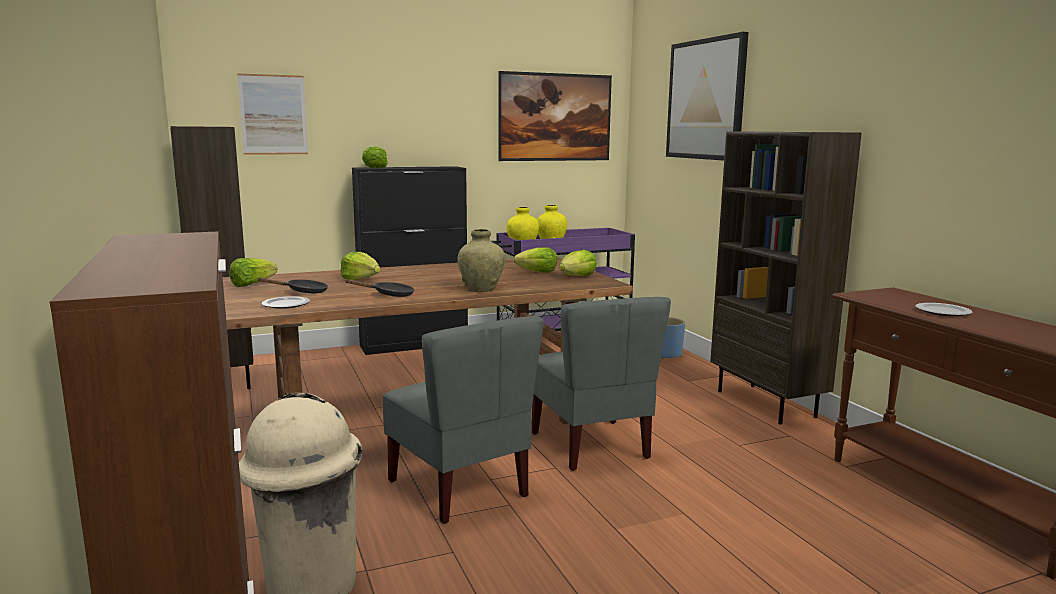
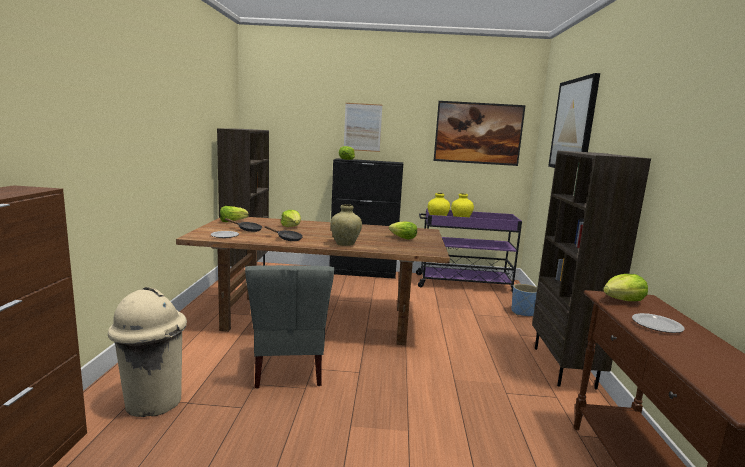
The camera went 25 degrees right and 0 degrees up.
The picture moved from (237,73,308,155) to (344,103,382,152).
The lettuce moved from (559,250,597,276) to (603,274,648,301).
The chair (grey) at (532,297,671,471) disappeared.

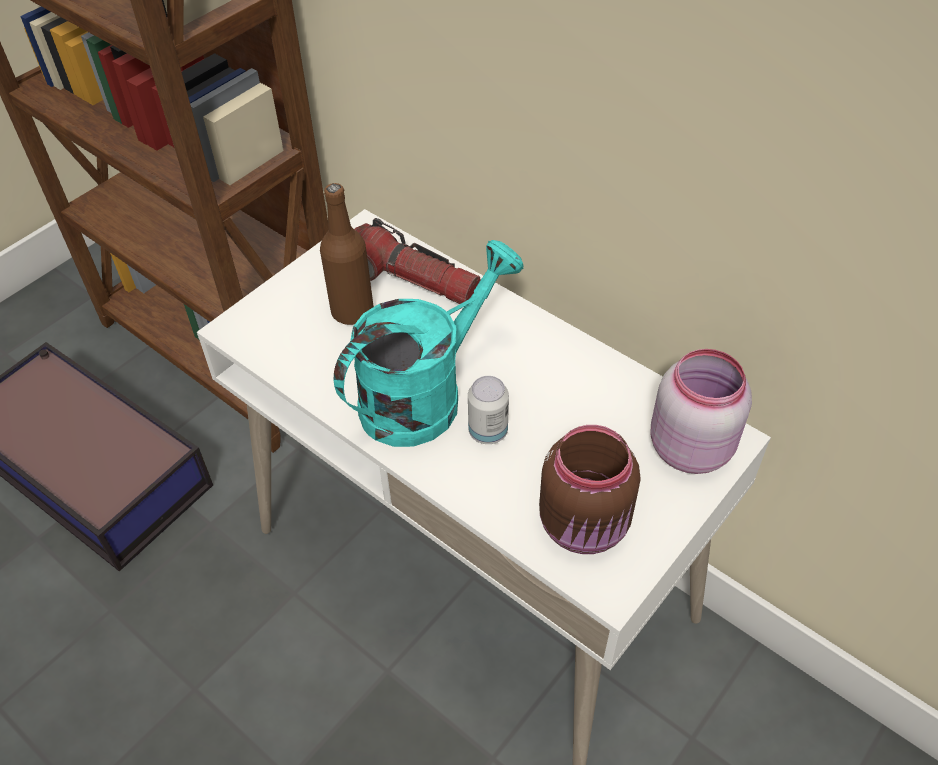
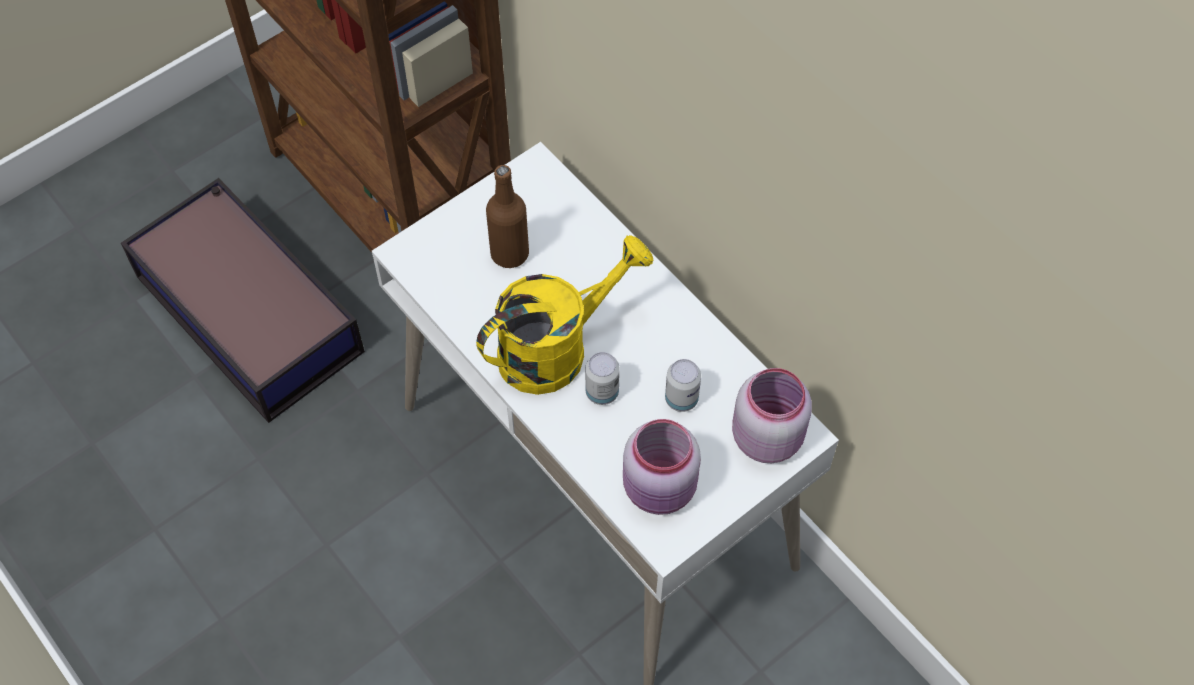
The camera went 10 degrees right and 10 degrees up.
The flashlight at (354,218,481,304) disappeared.
The watering can (turquoise) at (333,240,524,447) became the watering can (yellow) at (476,235,654,395).
The jar (brown) at (539,425,641,554) became the jar (pink) at (623,419,701,515).
The can at (665,359,701,412) appeared.

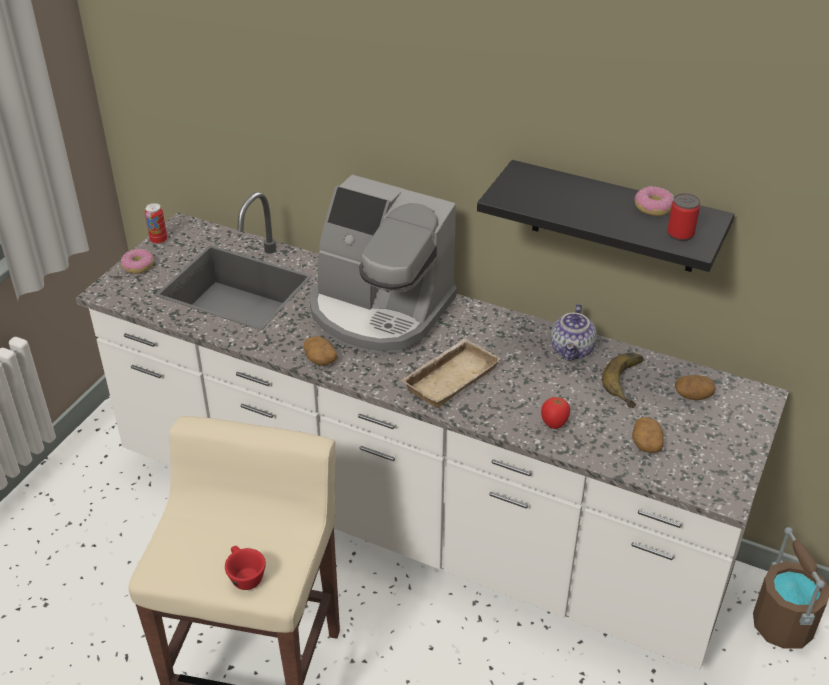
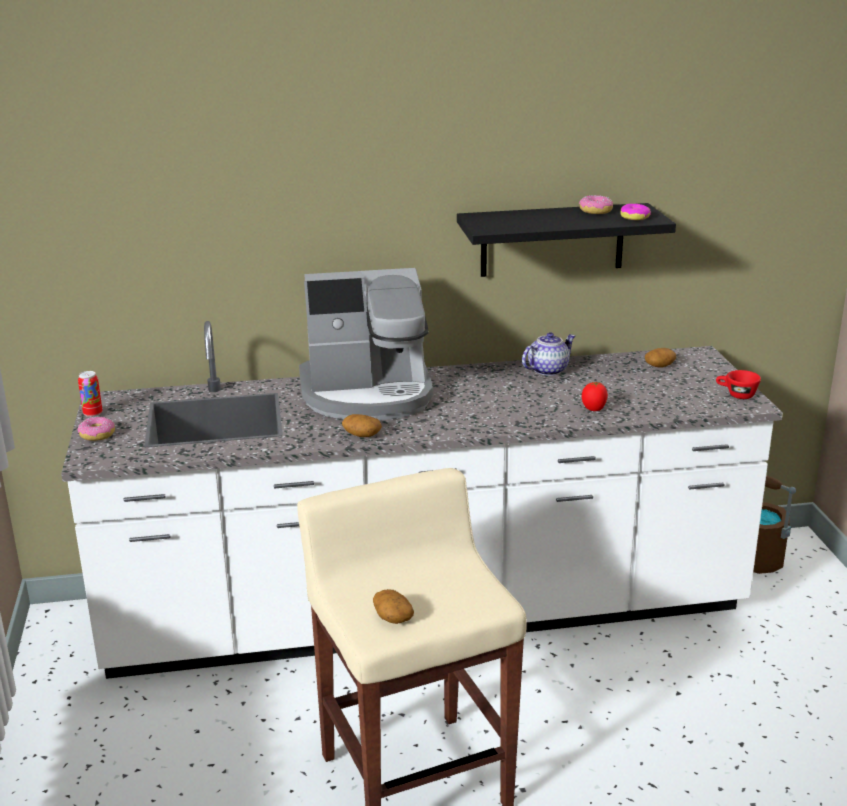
The camera went 35 degrees left and 15 degrees down.
The can at (667,193,700,241) was replaced by the donut at (620,204,651,220).
The teapot at (551,303,597,361) turned 105 degrees counterclockwise.
The tray (beige) at (401,338,501,408) disappeared.
The banana at (602,353,644,408) disappeared.
The potato moved from (632,417,664,453) to (373,589,414,624).
The cup (red) moved from (225,546,266,590) to (716,370,761,399).

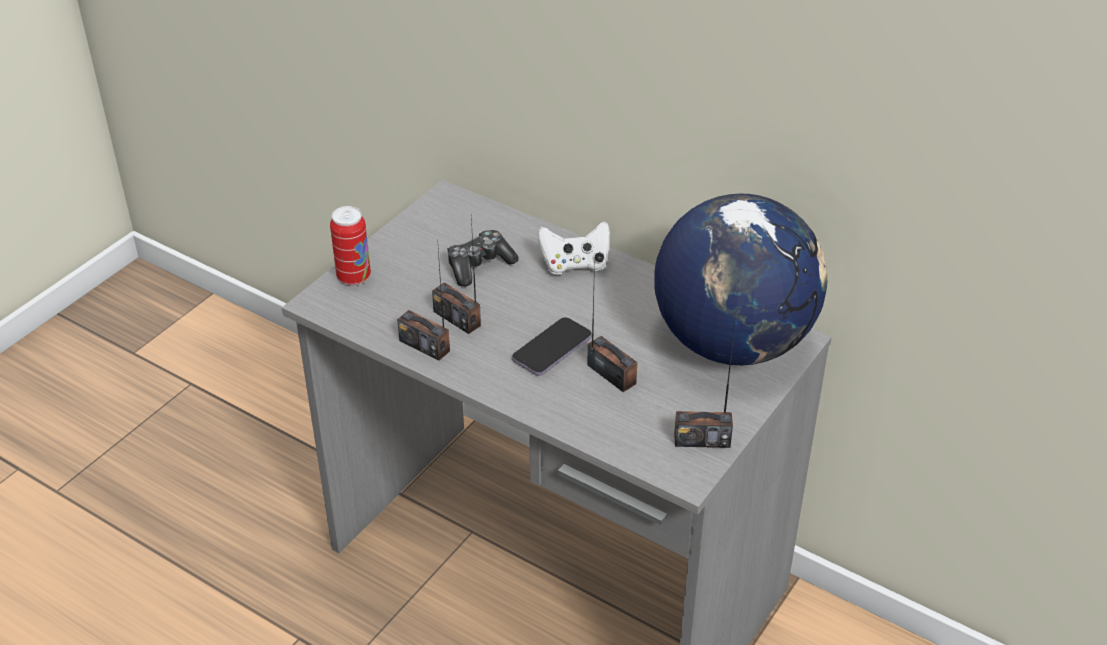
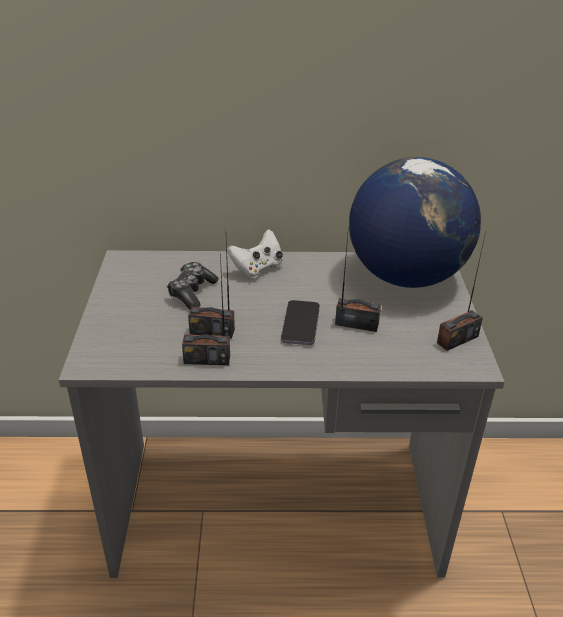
The camera went 35 degrees left and 5 degrees down.
The can at (330,206,371,286) disappeared.

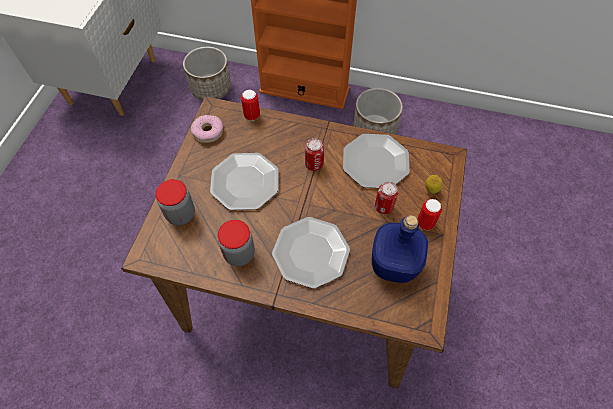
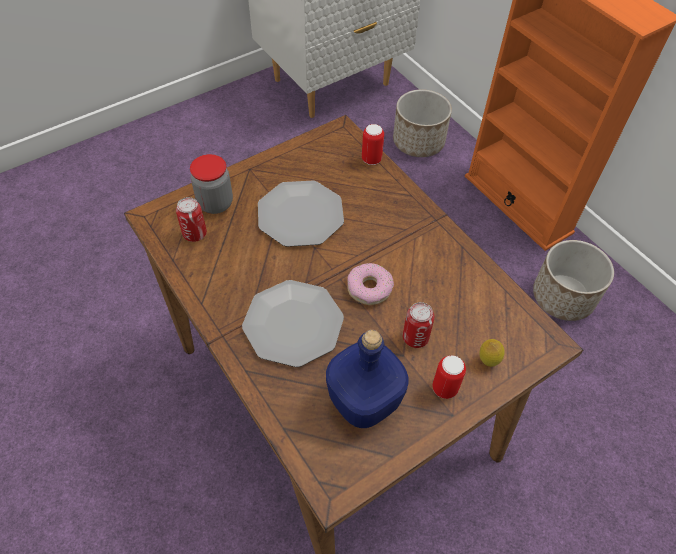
The camera went 40 degrees right and 5 degrees down.
The donut moved from (191,115,223,143) to (347,263,394,305).
The plate at (343,134,410,188) disappeared.
The can moved from (305,138,324,171) to (176,197,207,242).
The jar at (218,220,255,266) disappeared.

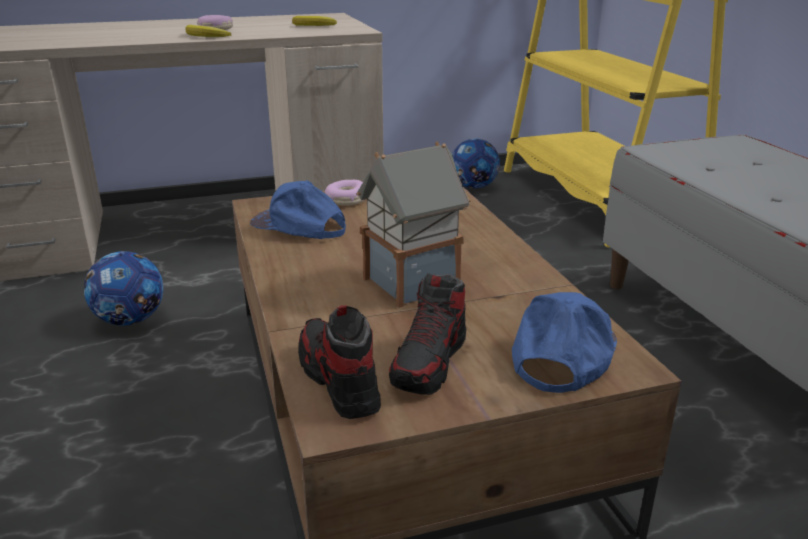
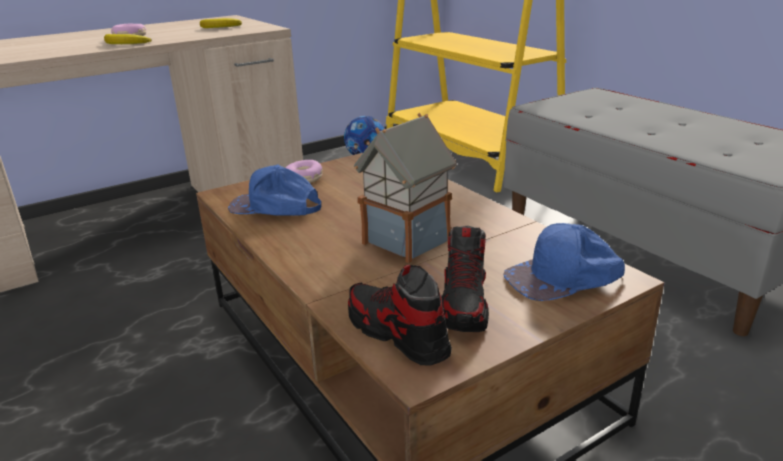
The camera went 15 degrees left and 0 degrees up.
The football at (84,251,163,326) disappeared.
The cap (blue) at (512,292,617,393) turned 120 degrees counterclockwise.

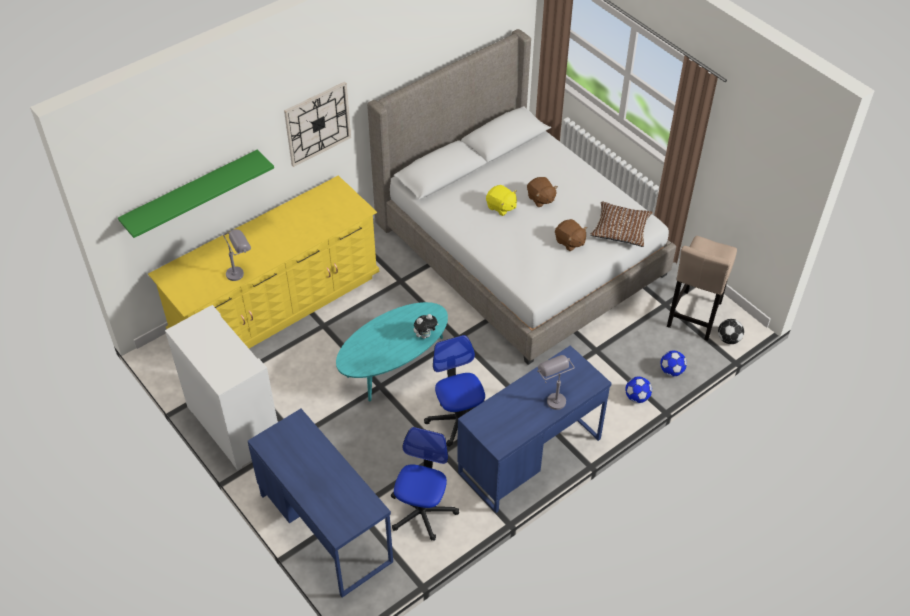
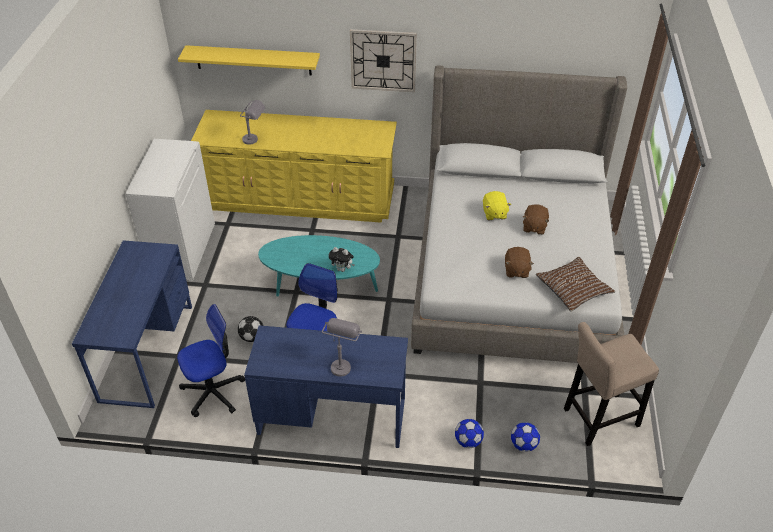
The camera went 45 degrees right and 5 degrees down.
The shelf (green) at (118,150,274,238) became the shelf (yellow) at (178,45,320,76).
The football moved from (718,319,744,344) to (238,316,263,342).

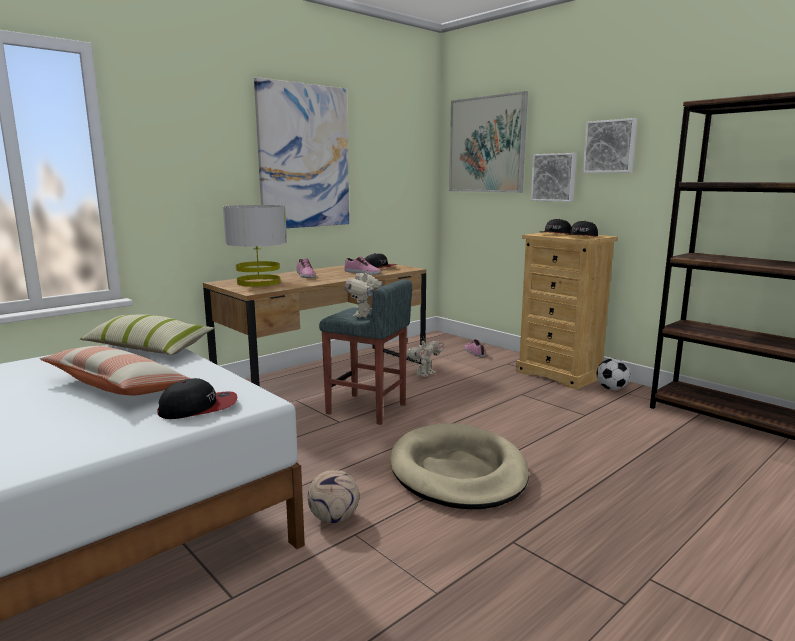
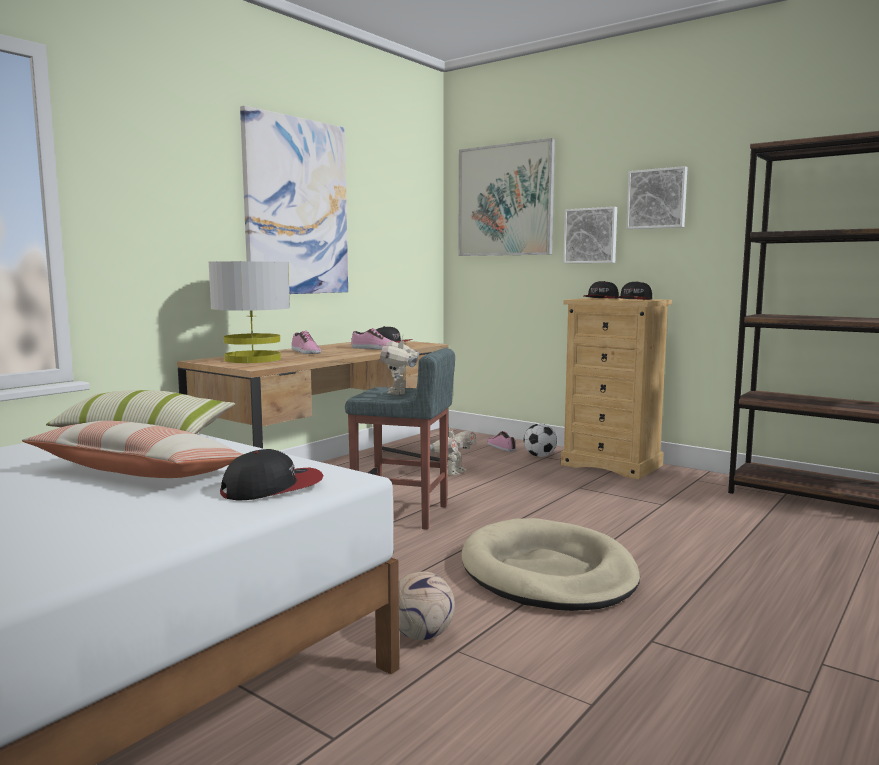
The camera went 10 degrees left and 5 degrees down.
The football moved from (597,358,630,390) to (524,424,557,457).

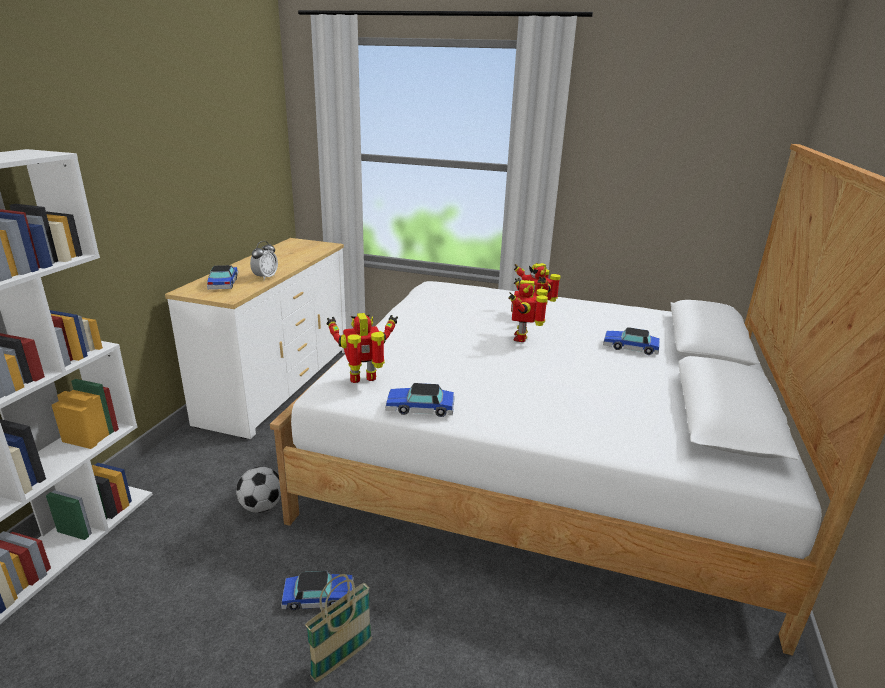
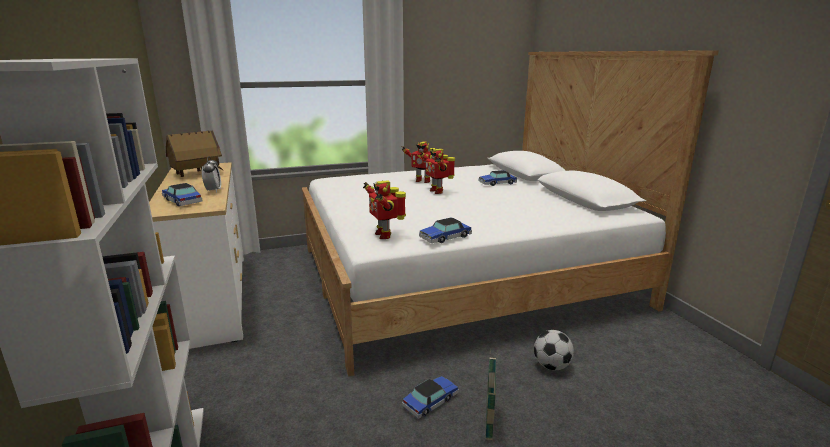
The camera went 35 degrees left and 5 degrees down.
The toy robot at (326,313,398,383) turned 60 degrees counterclockwise.
The football moved from (236,467,281,513) to (534,330,574,370).
The toy house at (166,131,223,177) appeared.

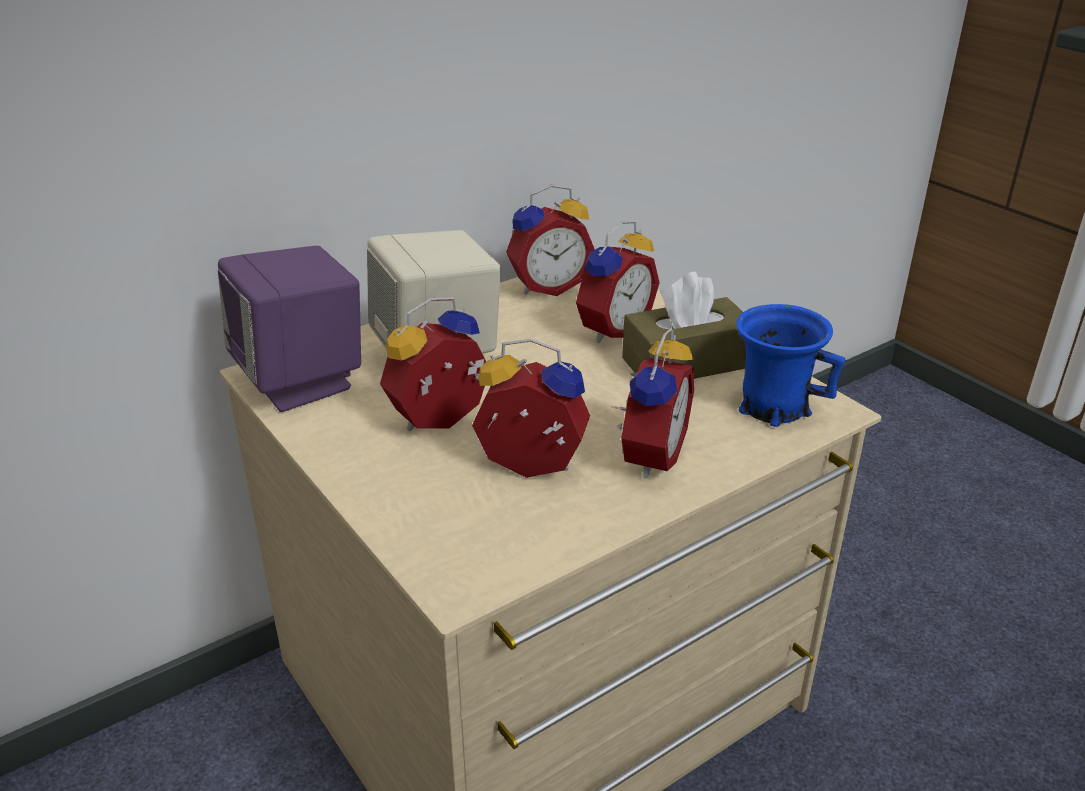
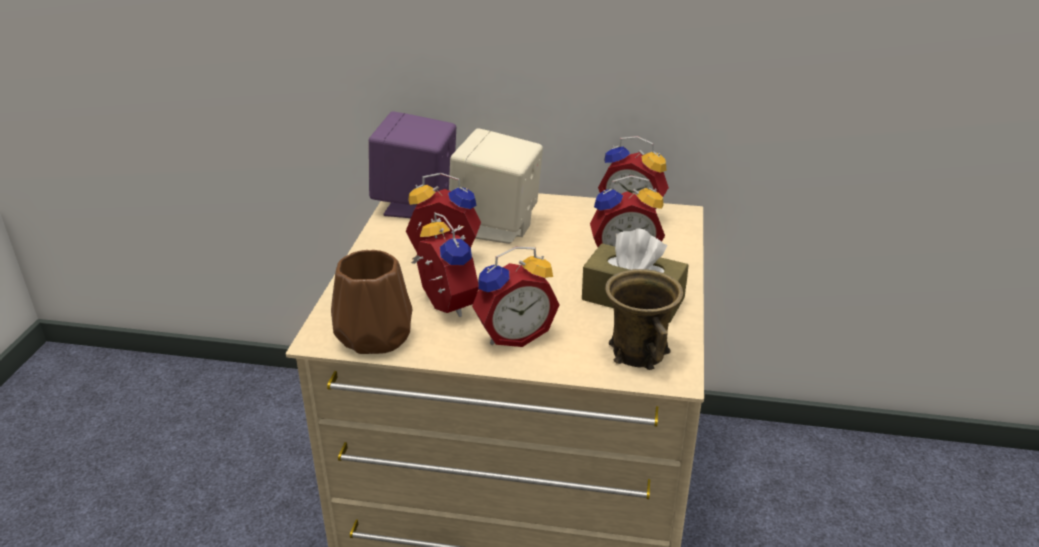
The camera went 45 degrees right and 0 degrees up.
The mug (blue) at (736,304,845,427) became the mug (brown) at (605,269,683,370).
The vase (brown) at (331,250,412,354) appeared.

